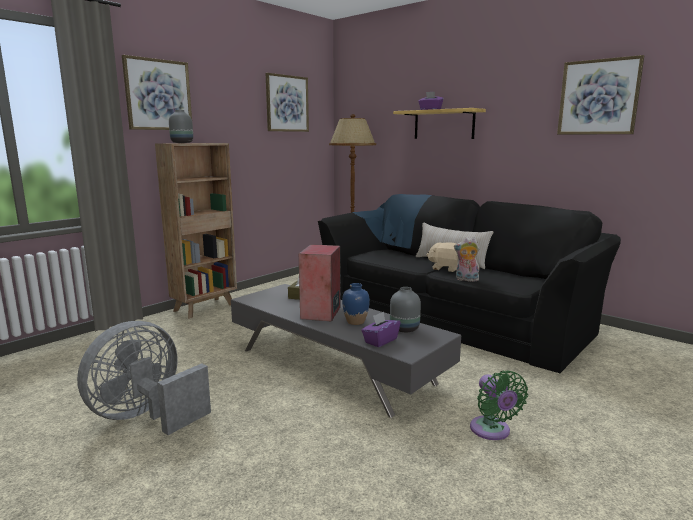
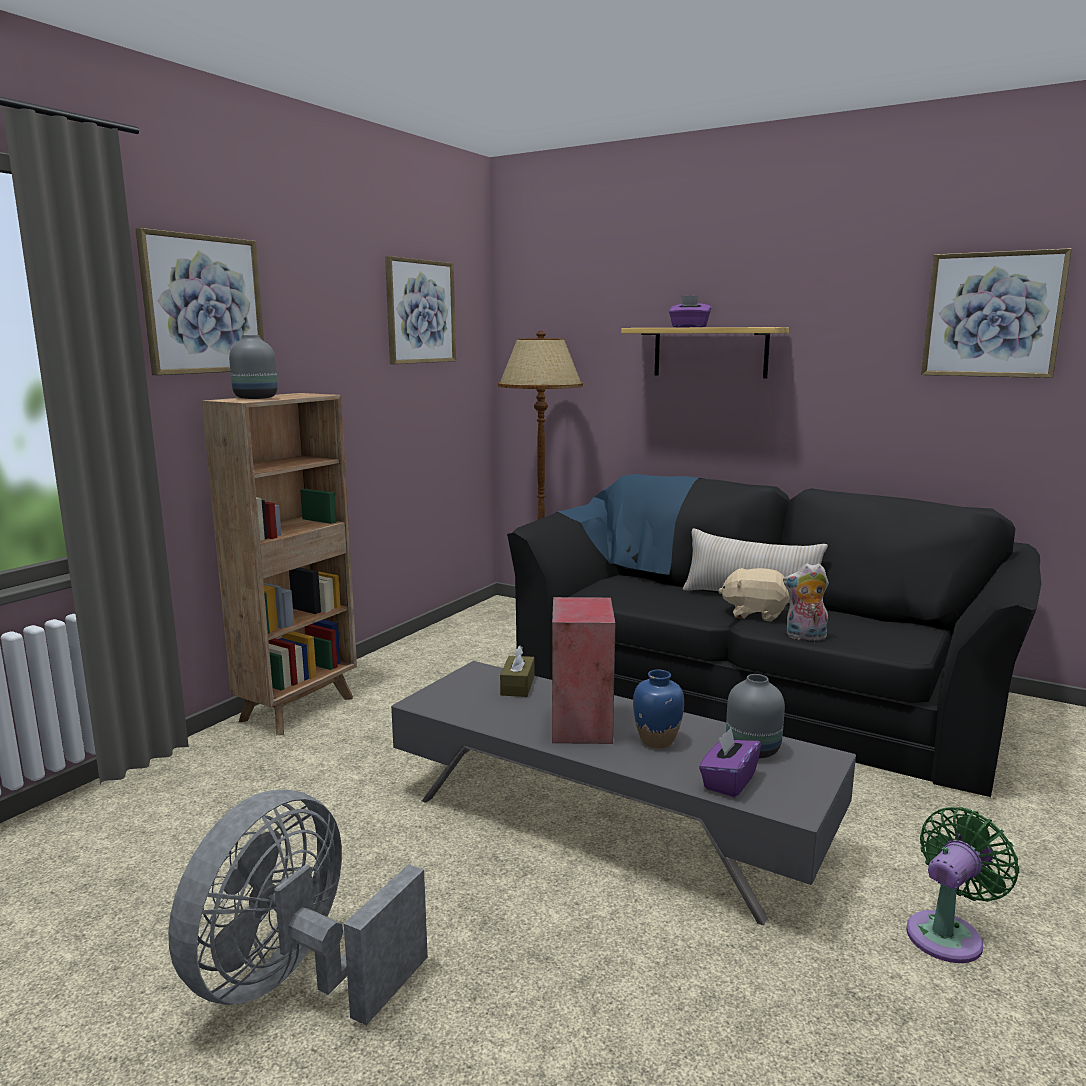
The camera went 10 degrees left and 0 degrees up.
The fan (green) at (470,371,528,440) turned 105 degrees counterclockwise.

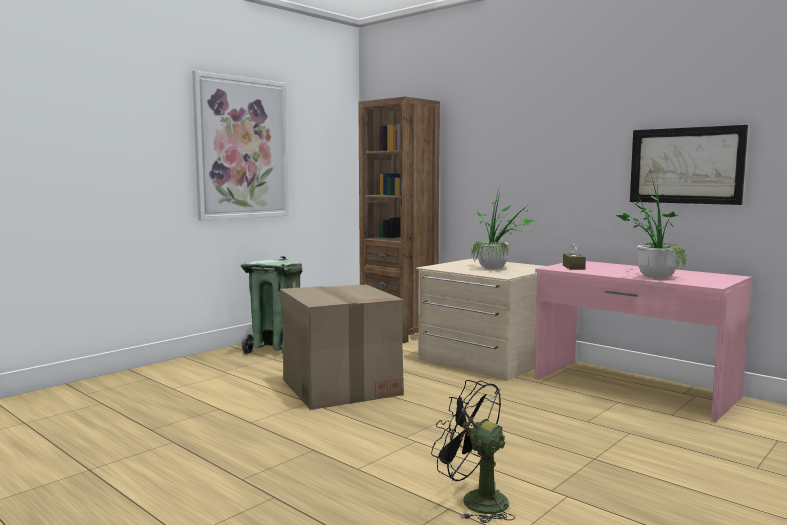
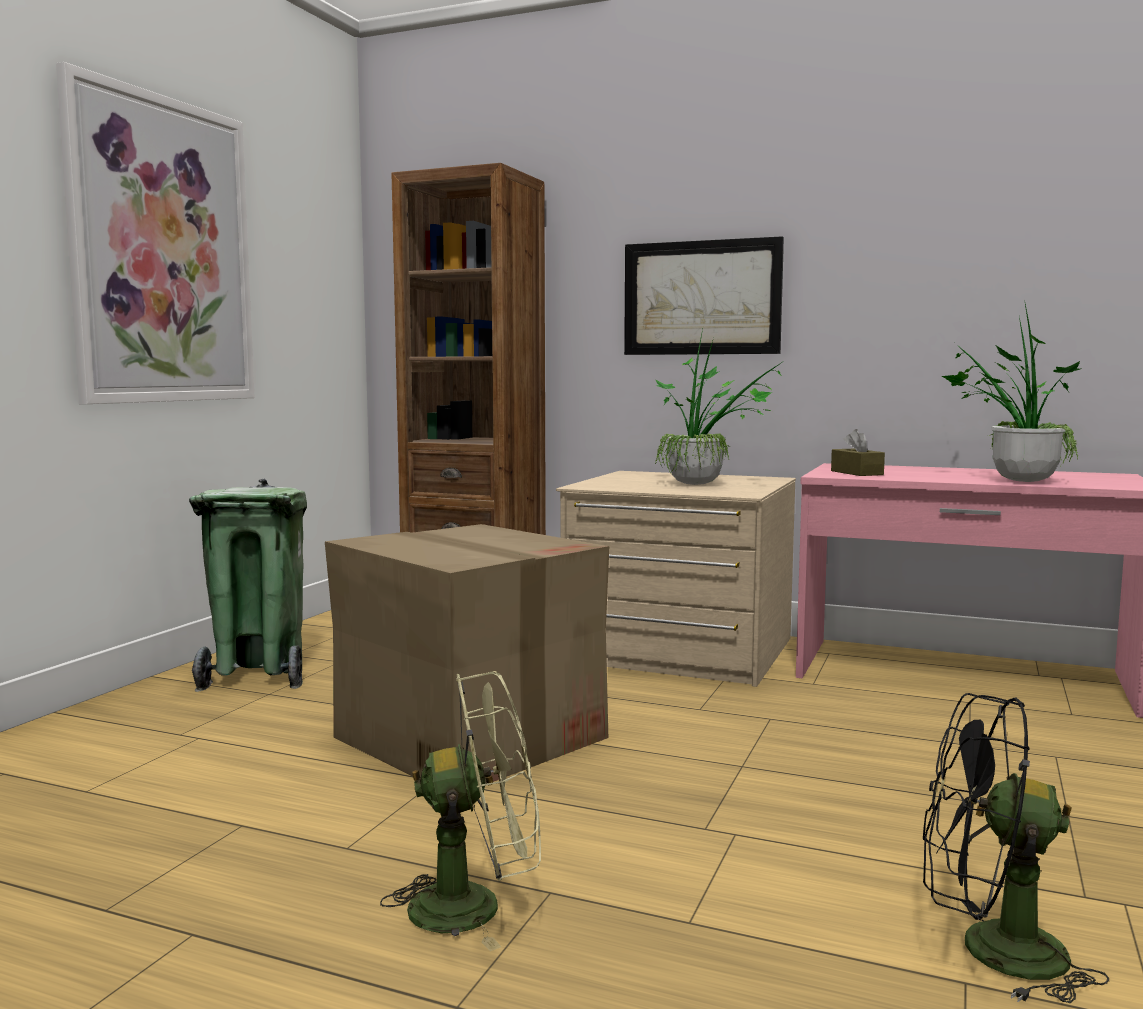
The camera went 20 degrees left and 0 degrees up.
The picture moved from (630,125,748,205) to (624,236,784,355).
The fan (green) at (380,671,541,951) appeared.

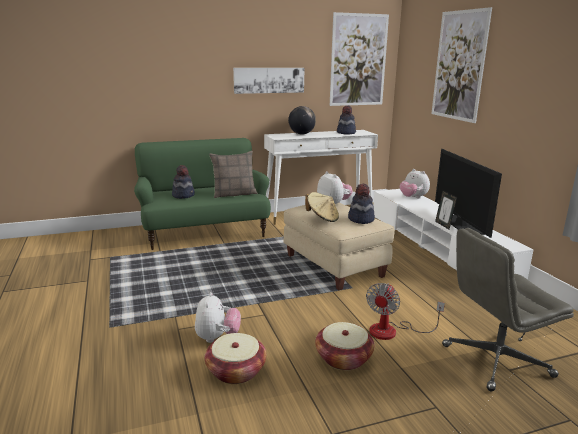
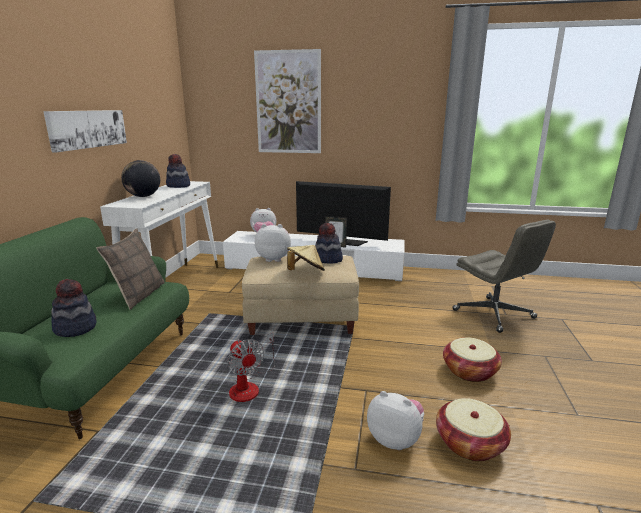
The camera went 60 degrees left and 0 degrees up.
The picture at (330,12,389,106) disappeared.
The office chair (grey) at (442,228,574,391) turned 45 degrees counterclockwise.
The fan moved from (366,283,445,340) to (227,333,275,402).

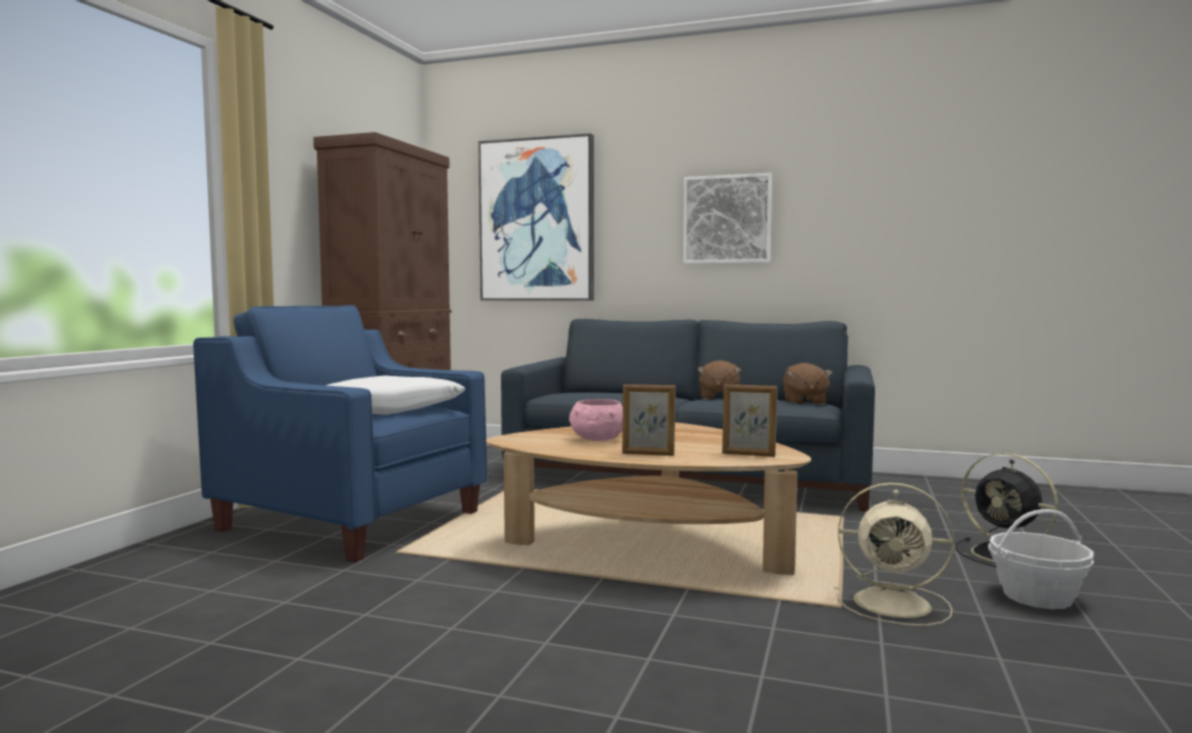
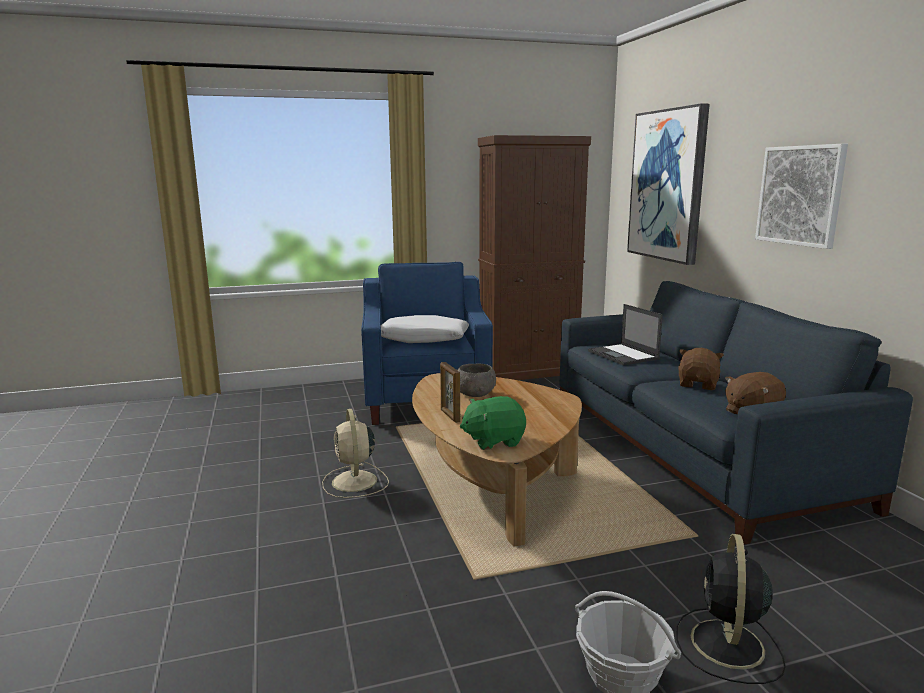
The camera went 55 degrees right and 10 degrees up.
The plush toy (brown) at (697,360,741,400) turned 135 degrees clockwise.
The picture frame at (722,384,777,457) was replaced by the plush toy (green) at (460,396,526,450).
The bowl (pink) at (569,399,623,441) became the bowl (grey) at (458,363,496,397).
The fan (beige) moved from (834,483,954,626) to (322,409,389,498).
The laptop at (588,304,663,365) appeared.

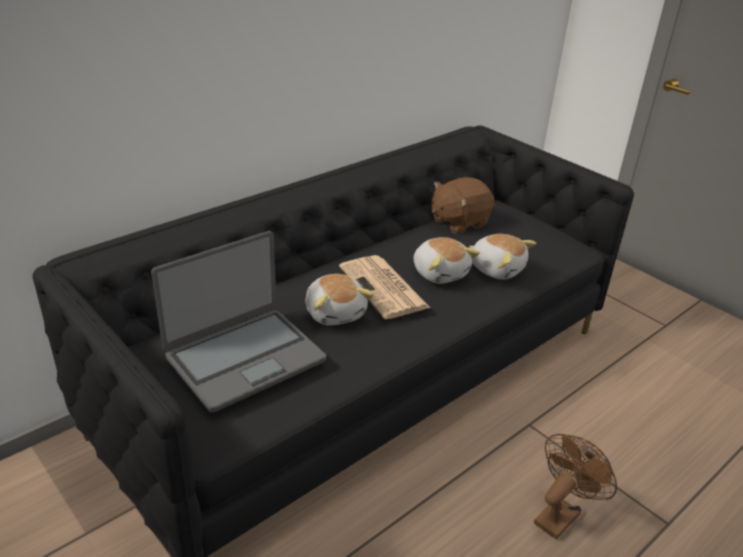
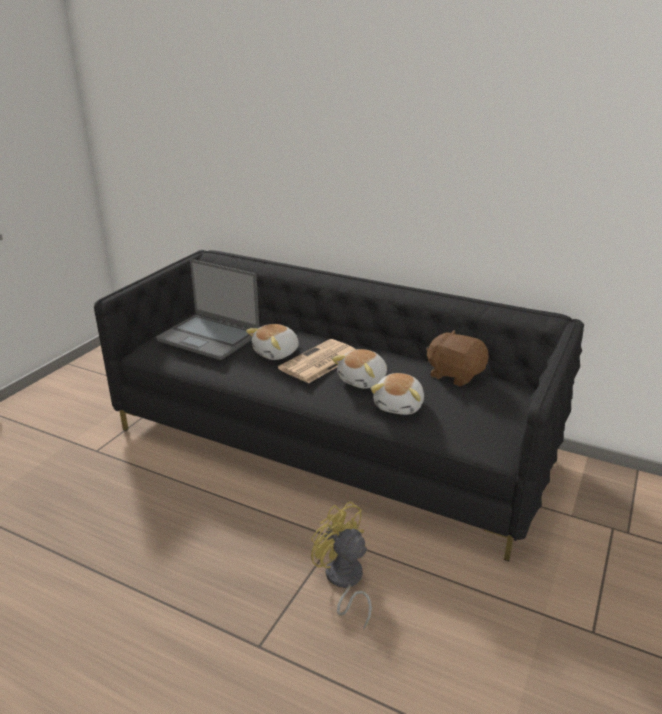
The camera went 70 degrees right and 5 degrees down.
The fan (brown) at (534,434,617,540) disappeared.
The fan (yellow) at (311,501,372,630) appeared.

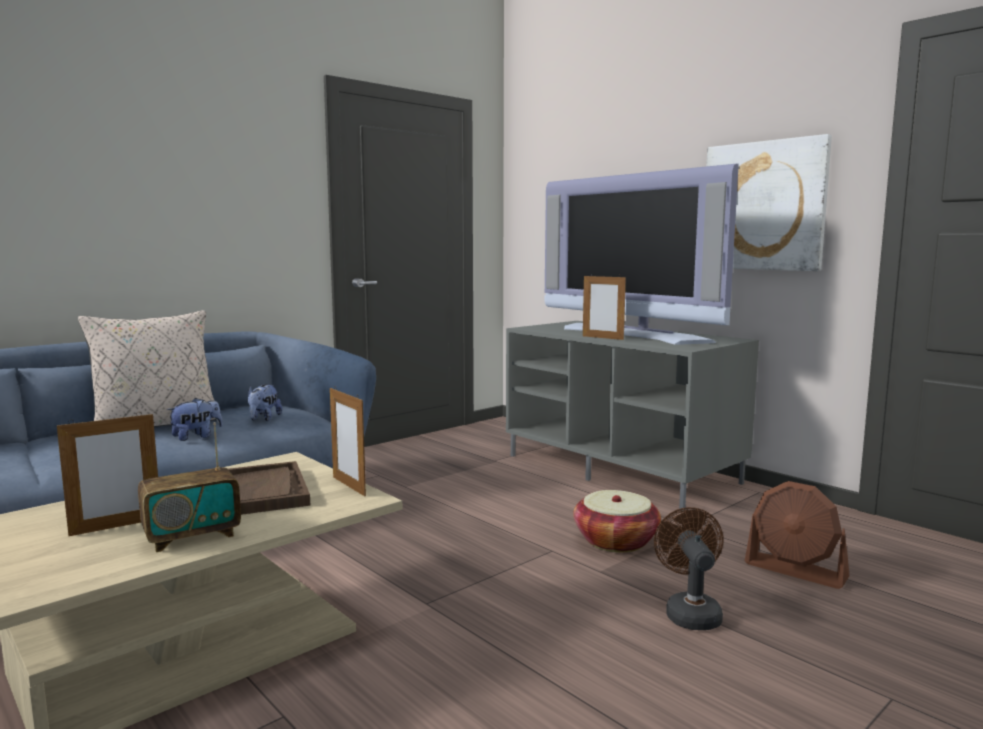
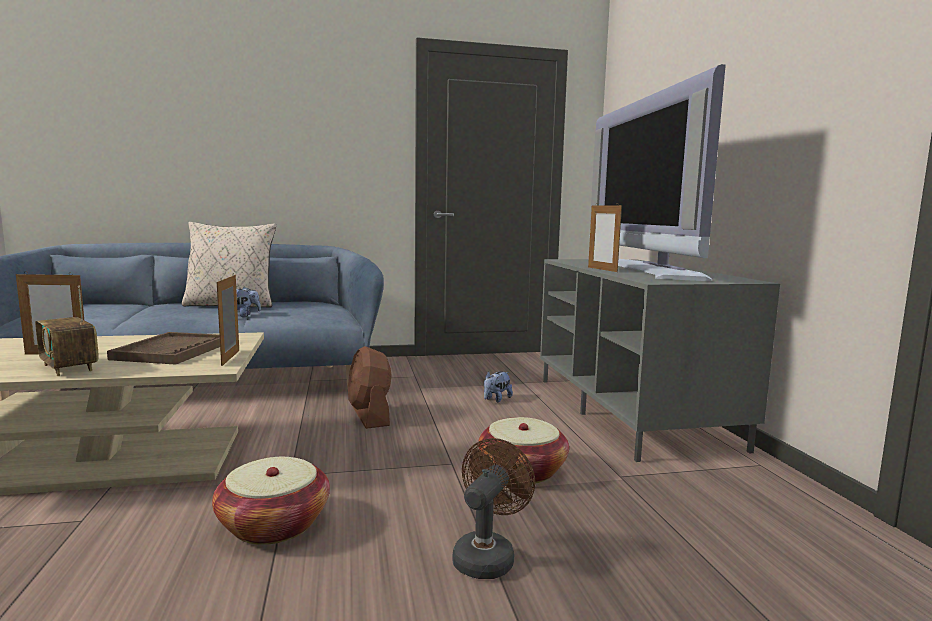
The camera went 30 degrees right and 0 degrees up.
The picture at (706,134,832,271) disappeared.
The plush toy moved from (248,384,282,421) to (484,371,513,402).
The radio at (138,422,241,552) turned 45 degrees clockwise.
The fan (brown) moved from (744,481,849,589) to (348,346,392,429).
The basket at (212,457,330,545) appeared.

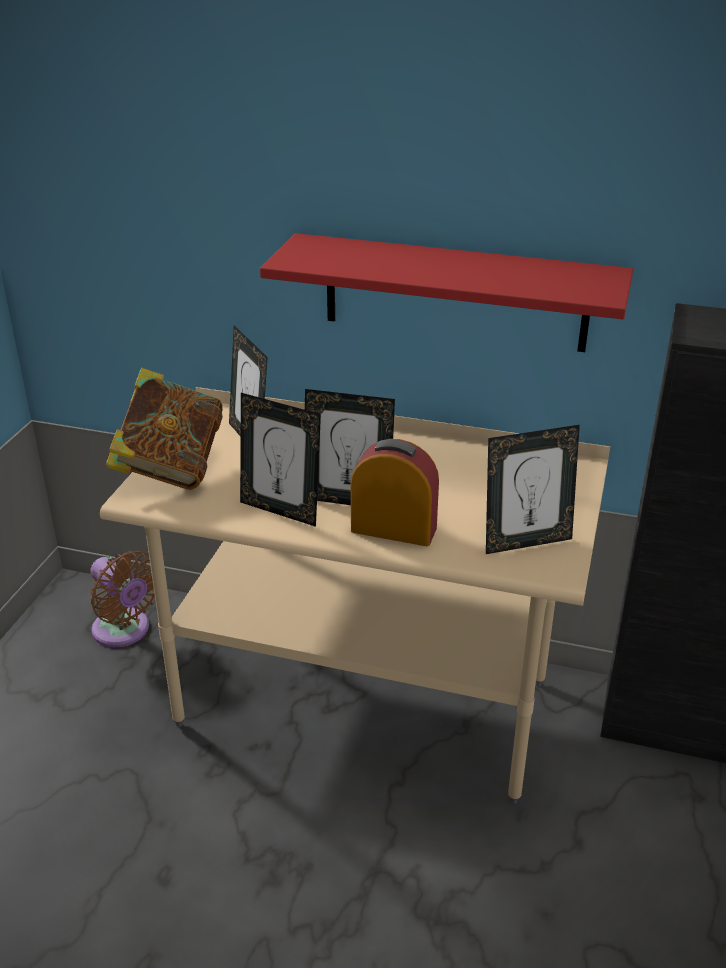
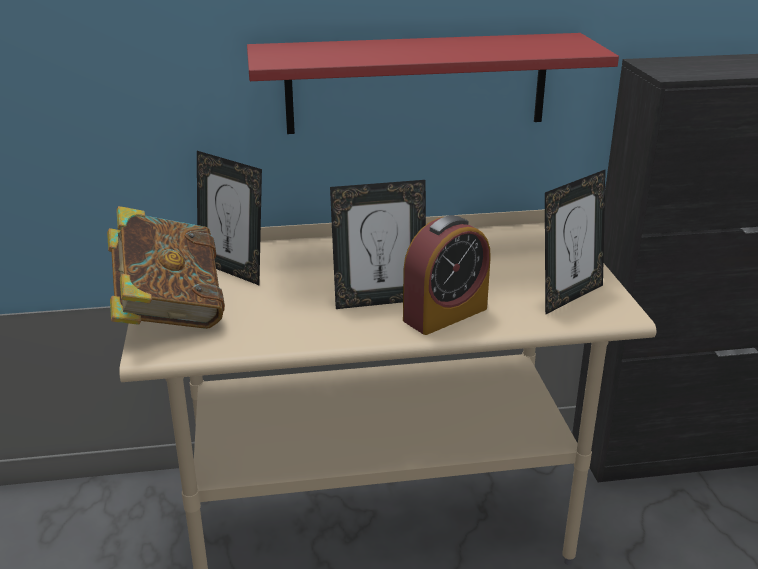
The camera went 25 degrees left and 5 degrees down.
The picture frame at (240,393,321,527) disappeared.
The alarm clock at (351,439,439,546) turned 150 degrees clockwise.
The fan (brown) at (90,551,155,647) disappeared.

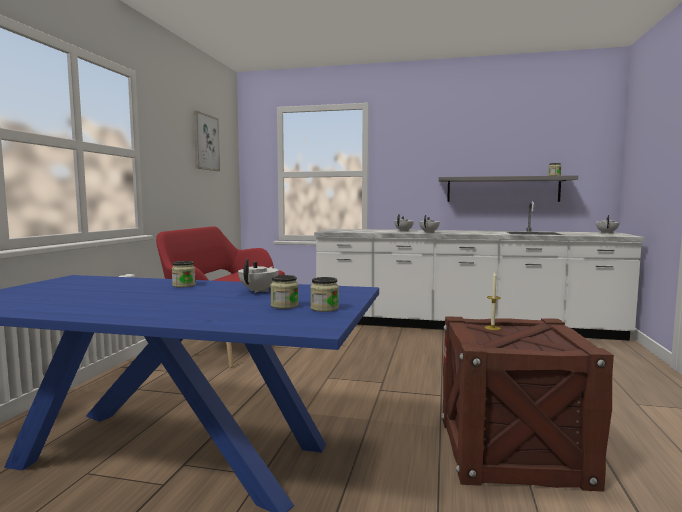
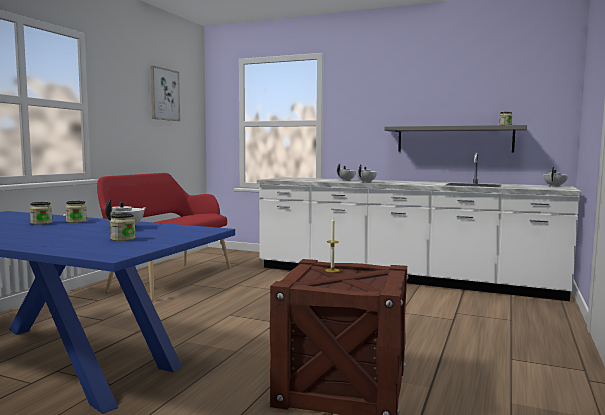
The camera went 10 degrees right and 0 degrees up.
The jar moved from (310,277,339,312) to (30,202,53,225).

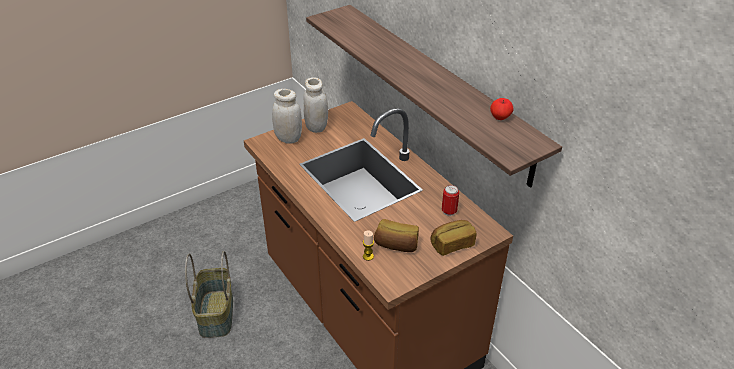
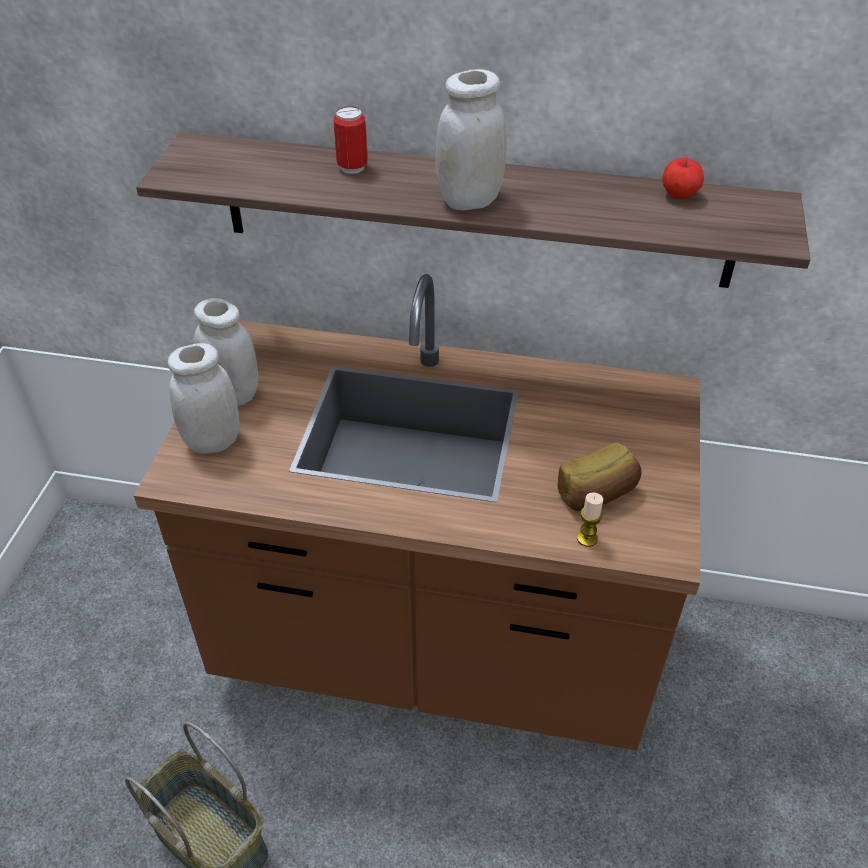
The camera went 45 degrees left and 5 degrees up.
The can moved from (442,185,459,216) to (333,106,368,174).
The bread at (431,220,477,256) disappeared.
The jar (white) at (436,69,507,211) appeared.

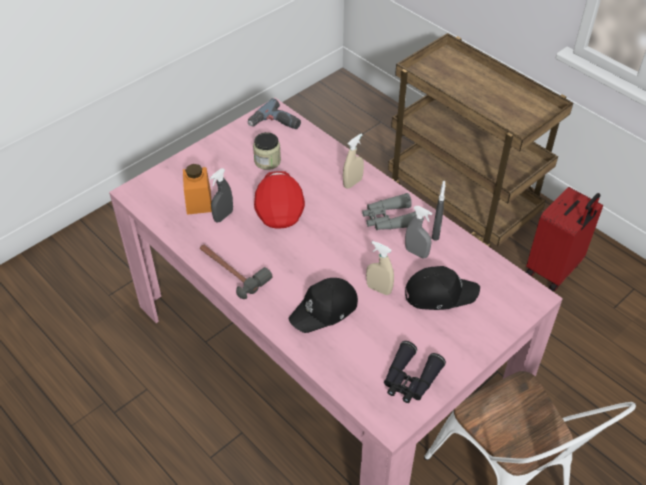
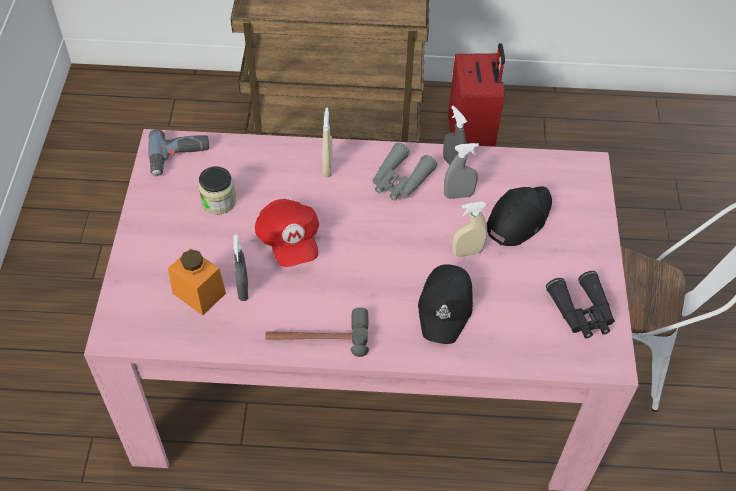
The camera went 45 degrees left and 5 degrees up.
The cap (red) at (254,171,305,229) turned 150 degrees counterclockwise.

